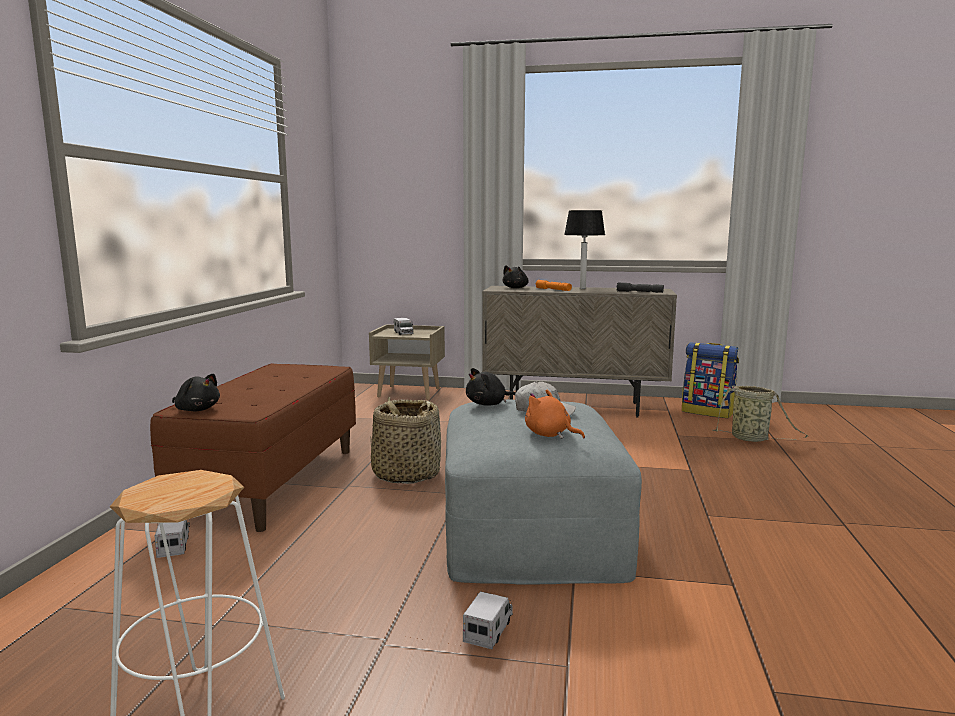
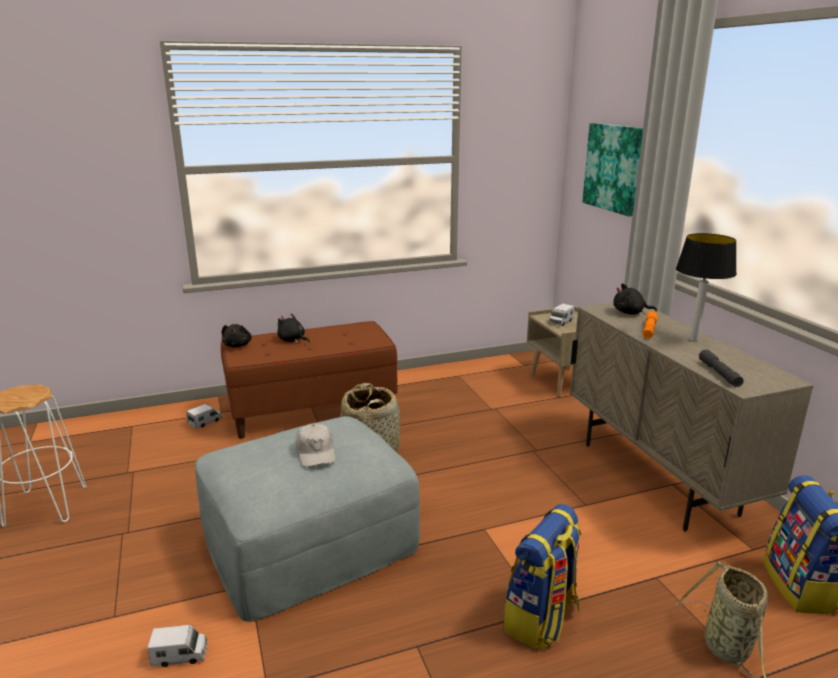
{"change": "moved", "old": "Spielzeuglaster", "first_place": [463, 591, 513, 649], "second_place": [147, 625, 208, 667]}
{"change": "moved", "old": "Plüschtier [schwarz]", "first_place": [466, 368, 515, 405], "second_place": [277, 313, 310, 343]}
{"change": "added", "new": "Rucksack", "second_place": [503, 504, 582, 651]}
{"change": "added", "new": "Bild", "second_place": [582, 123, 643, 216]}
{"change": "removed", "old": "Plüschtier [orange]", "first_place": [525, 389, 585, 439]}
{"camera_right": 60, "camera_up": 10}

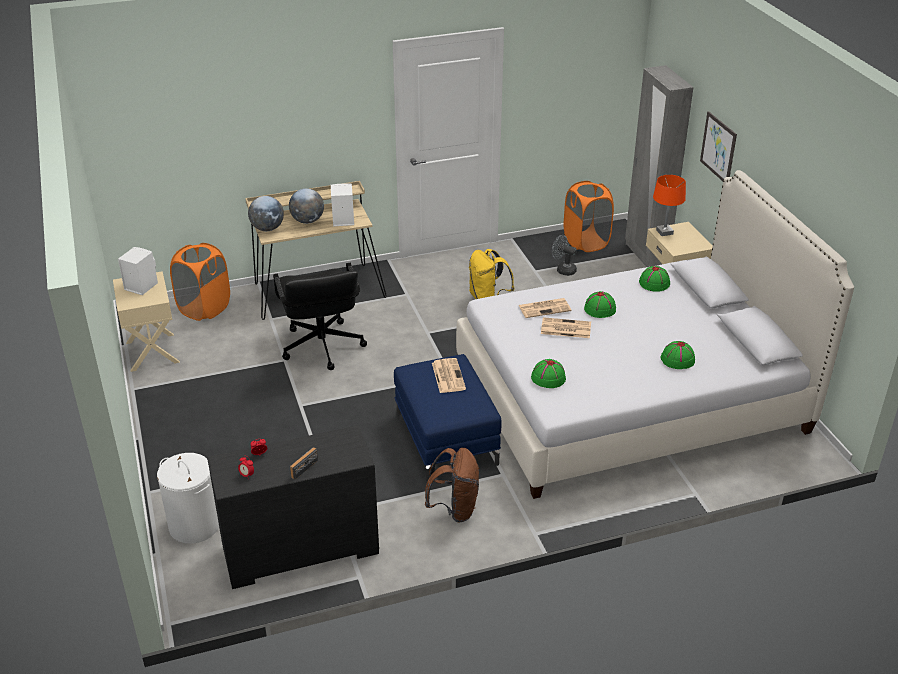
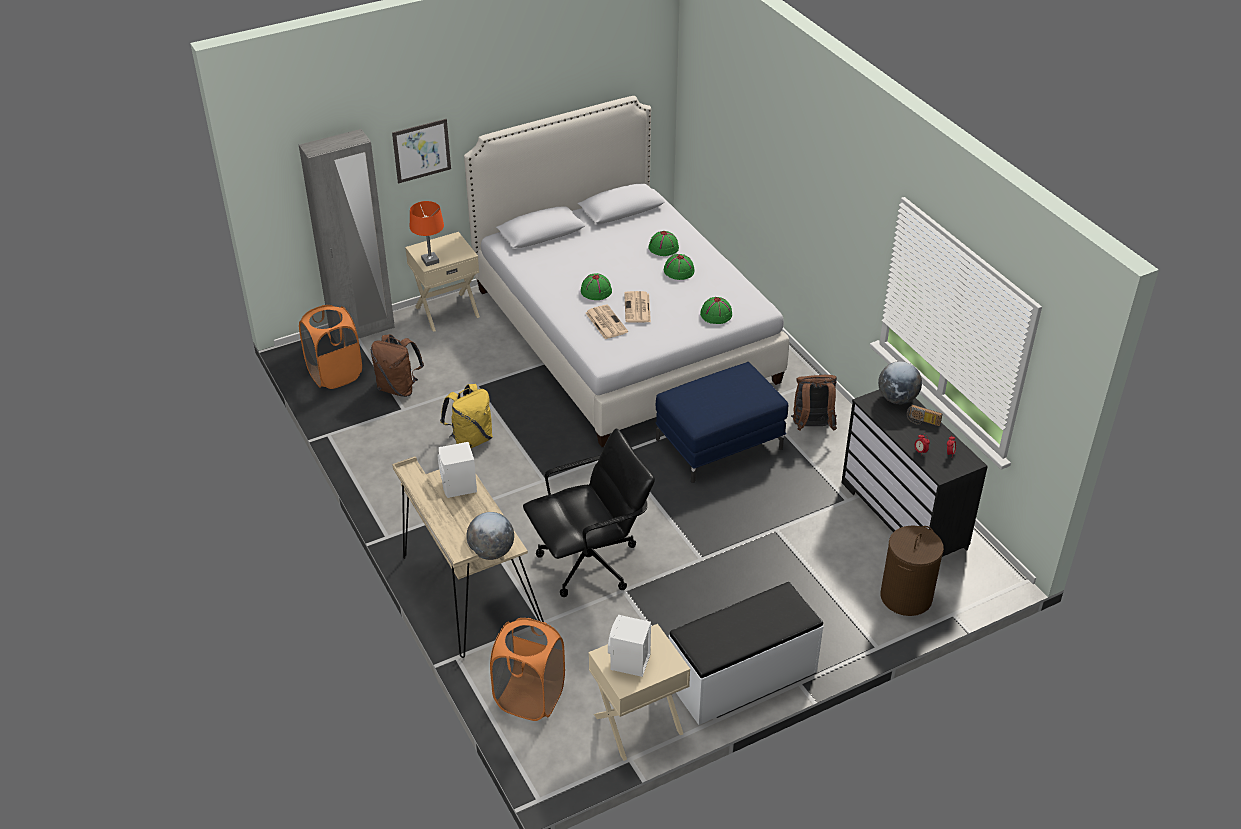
{"change": "replaced", "old": "Ventilator [grau]", "new": "Rucksack [braun]", "first_place": [552, 235, 577, 276], "second_place": [371, 334, 424, 397]}
{"change": "moved", "old": "Hut [grün]", "first_place": [639, 266, 670, 292], "second_place": [664, 254, 695, 280]}
{"change": "added", "new": "Bank [weiß]", "second_place": [669, 582, 824, 725]}
{"change": "moved", "old": "Globus", "first_place": [289, 188, 324, 224], "second_place": [878, 361, 922, 404]}
{"change": "recoloured", "old": "Wäschekorb [weiß]", "new": "Wäschekorb [braun]", "first_place": [157, 453, 219, 544], "second_place": [881, 525, 944, 616]}
{"change": "removed", "old": "Zeitung", "first_place": [432, 358, 466, 393]}
{"camera_right": -100, "camera_up": 5}

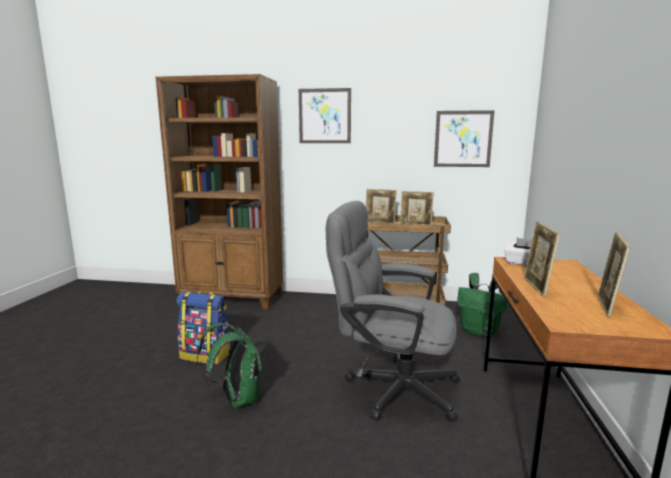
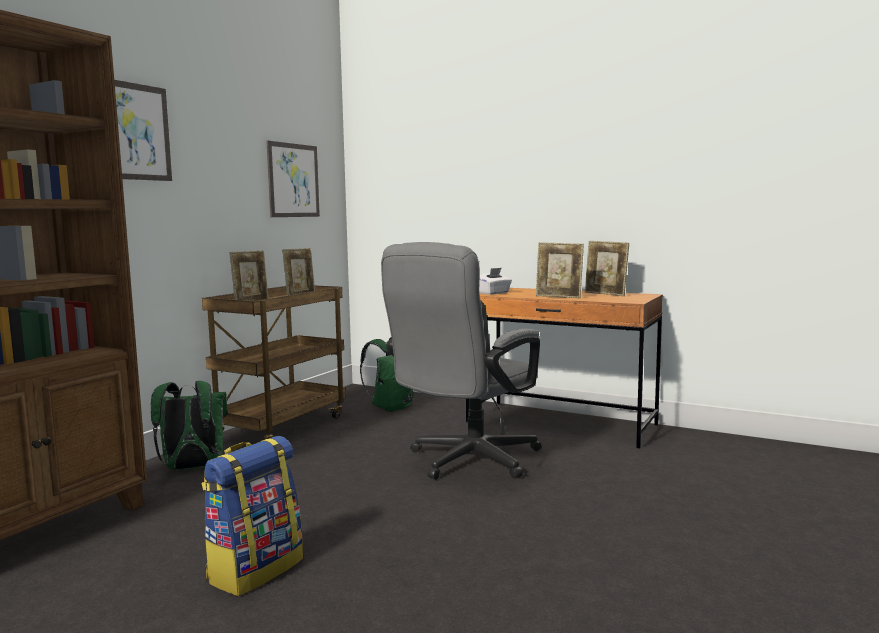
{"change": "moved", "old": "Rucksack [grün]", "first_place": [197, 323, 263, 408], "second_place": [151, 381, 228, 470]}
{"camera_right": -70, "camera_up": -5}

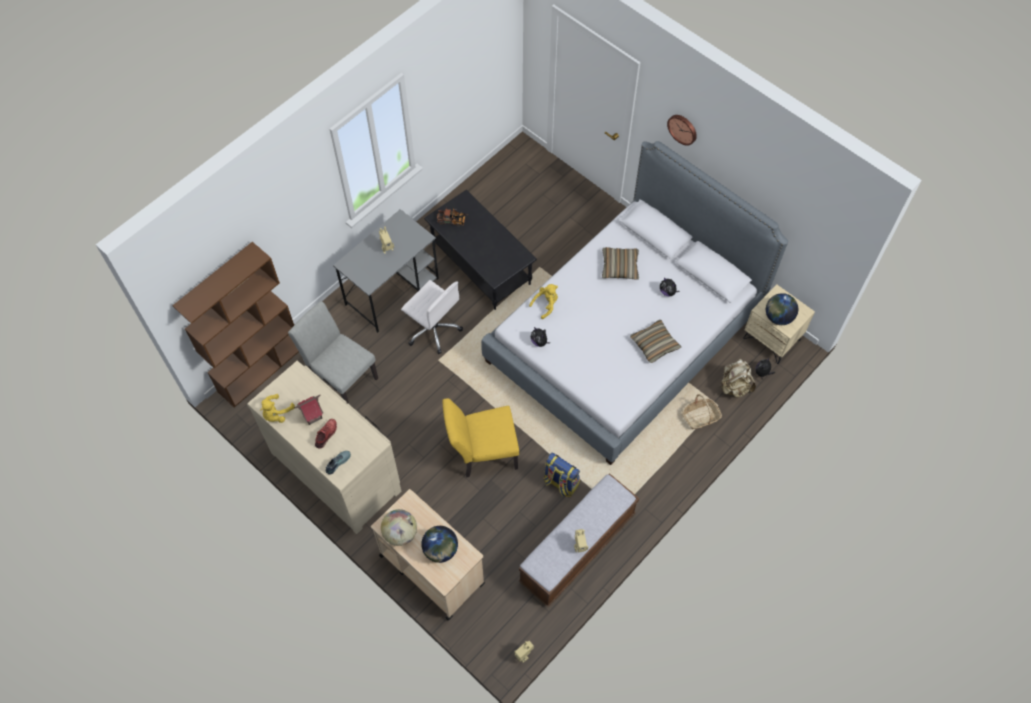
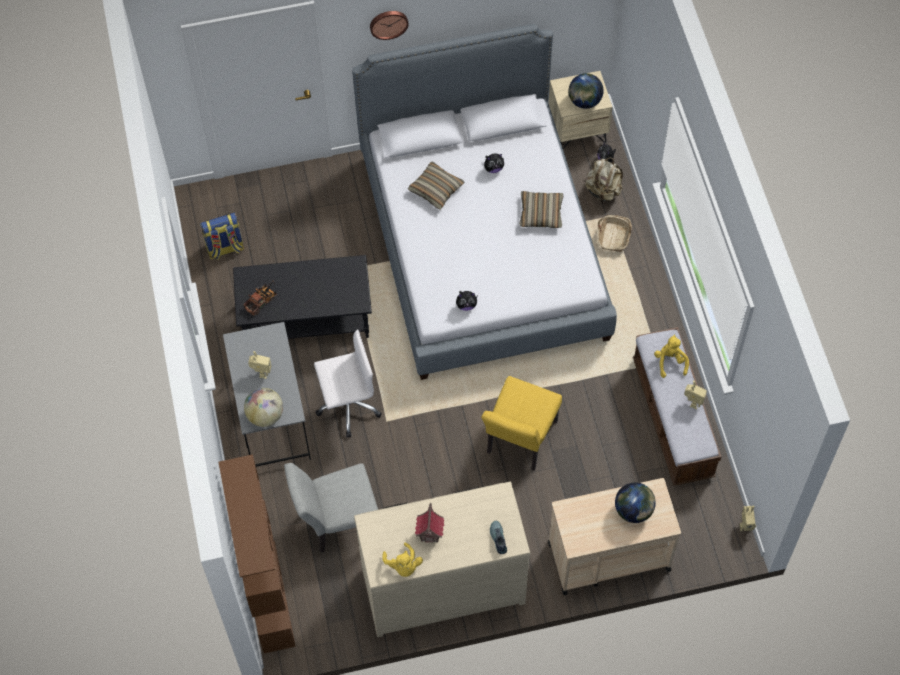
{"change": "moved", "old": "Rucksack", "first_place": [544, 453, 580, 497], "second_place": [200, 213, 244, 260]}
{"change": "moved", "old": "Globus", "first_place": [381, 509, 417, 546], "second_place": [244, 388, 283, 427]}
{"change": "moved", "old": "Plüschtier [gelb]", "first_place": [529, 284, 558, 319], "second_place": [654, 335, 689, 378]}
{"change": "removed", "old": "Schuh [rot]", "first_place": [315, 419, 337, 449]}
{"camera_right": -55, "camera_up": 0}

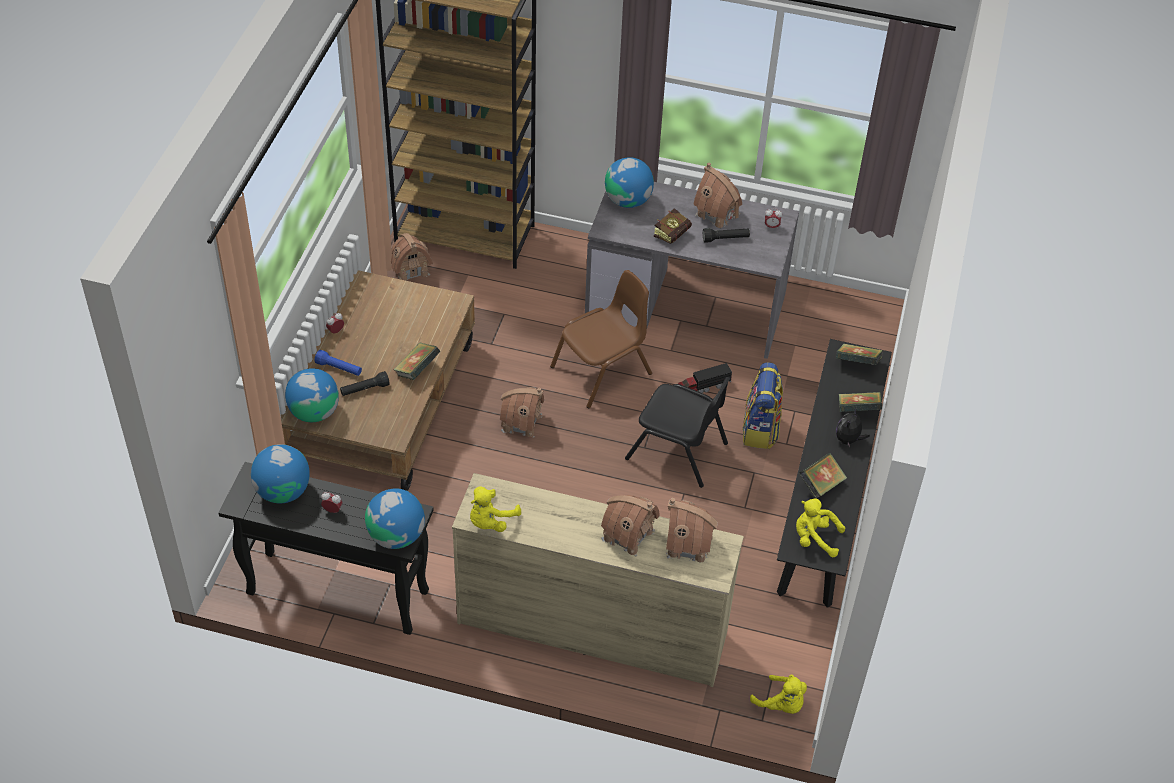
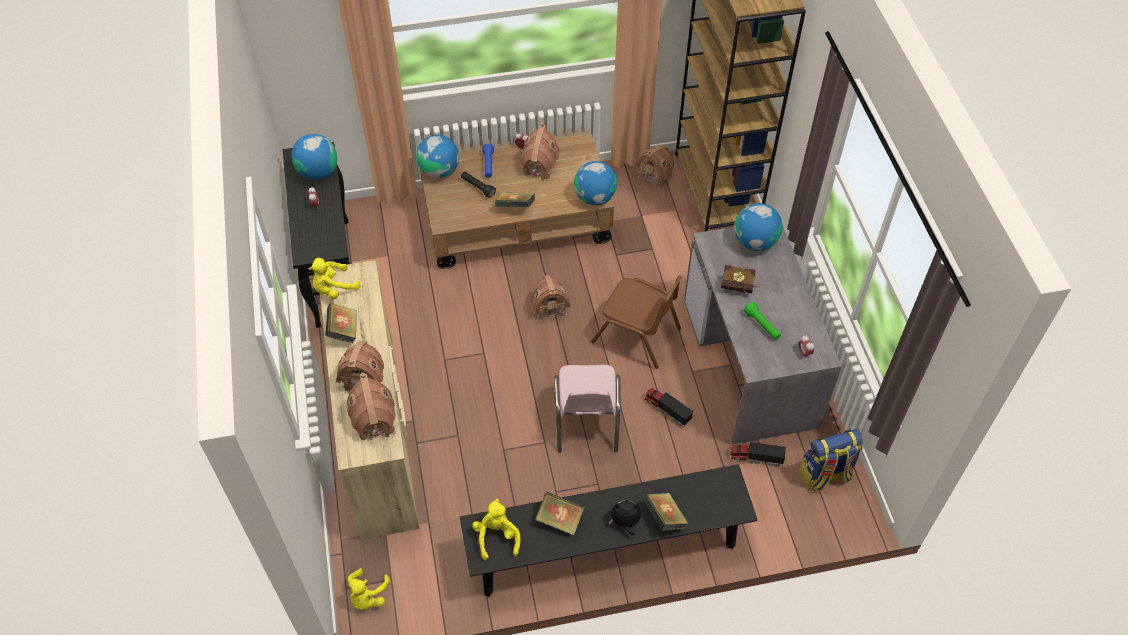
{"change": "turned", "old": "Plüschtier [gelb]", "first_place": [470, 486, 521, 532], "second_place": [308, 258, 360, 299], "degrees": -45}
{"change": "moved", "old": "Buch", "first_place": [836, 344, 883, 365], "second_place": [325, 303, 357, 343]}
{"change": "moved", "old": "Spielzeughaus", "first_place": [693, 163, 742, 228], "second_place": [521, 122, 560, 181]}
{"change": "recoloured", "old": "Stuhl [schwarz]", "new": "Stuhl [rosa]", "first_place": [625, 376, 731, 488], "second_place": [554, 365, 620, 453]}
{"change": "moved", "old": "Globus", "first_place": [365, 489, 425, 549], "second_place": [574, 161, 617, 205]}
{"change": "added", "new": "Spielzeuglaster", "second_place": [729, 442, 786, 467]}
{"change": "recoloured", "old": "Taschenlampe [schwarz]", "new": "Taschenlampe [grün]", "first_place": [703, 228, 750, 243], "second_place": [744, 302, 781, 340]}
{"change": "moved", "old": "Rucksack", "first_place": [742, 362, 783, 449], "second_place": [799, 429, 863, 492]}
{"camera_right": 65, "camera_up": 5}

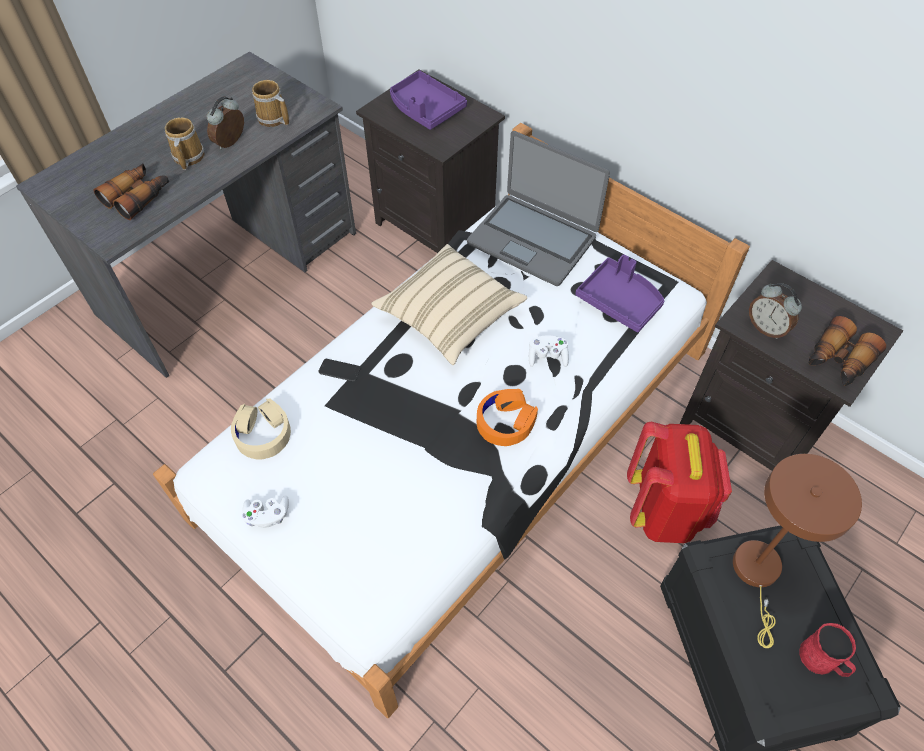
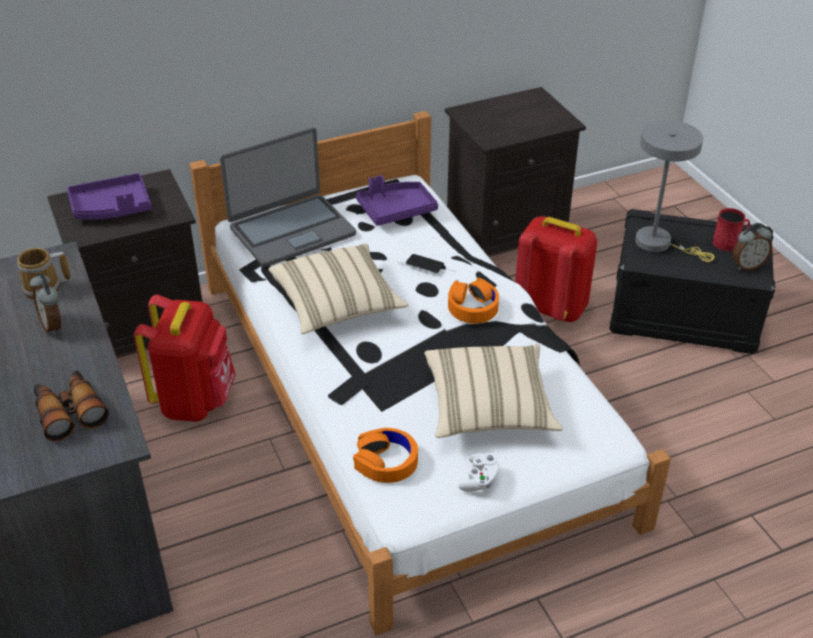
{"change": "added", "new": "Rucksack [rot]", "second_place": [134, 294, 236, 422]}
{"change": "recoloured", "old": "Kopfhörer [beige]", "new": "Kopfhörer [orange]", "first_place": [231, 399, 291, 460], "second_place": [353, 428, 418, 483]}
{"change": "replaced", "old": "Gamepad [weiß]", "new": "Handy", "first_place": [529, 336, 569, 367], "second_place": [406, 254, 444, 273]}
{"change": "added", "new": "Kissen [beige]", "second_place": [424, 344, 563, 438]}
{"change": "recoloured", "old": "Tischlampe [braun]", "new": "Tischlampe [grau]", "first_place": [733, 454, 862, 648], "second_place": [635, 120, 714, 262]}
{"change": "moved", "old": "Wecker", "first_place": [749, 283, 802, 339], "second_place": [733, 223, 772, 270]}
{"change": "removed", "old": "Henkelbecher", "first_place": [165, 117, 205, 170]}
{"change": "removed", "old": "Fernglas", "first_place": [809, 316, 886, 386]}
{"camera_right": -65, "camera_up": -15}

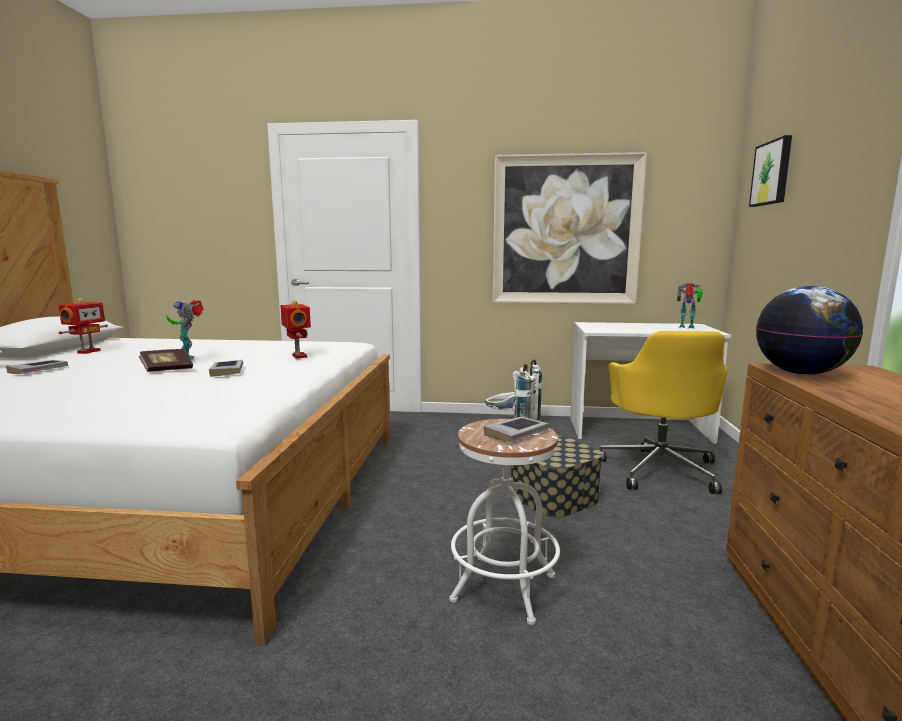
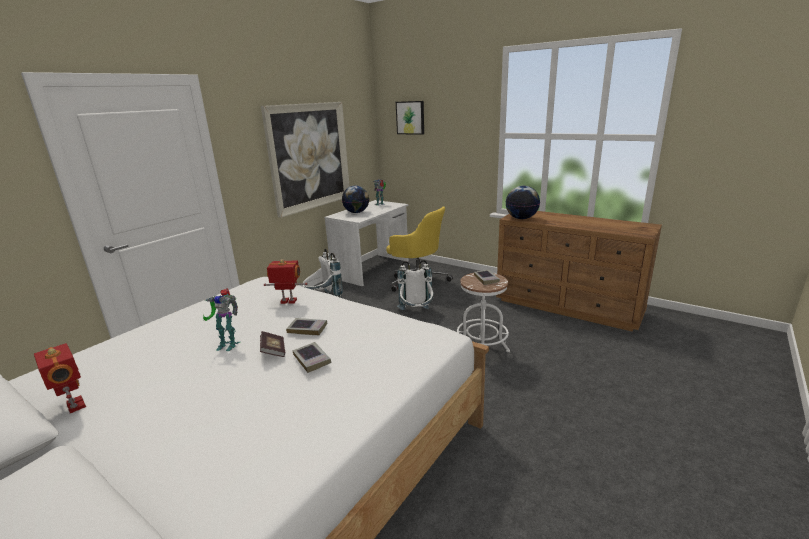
{"change": "moved", "old": "Buch", "first_place": [6, 360, 68, 374], "second_place": [292, 342, 331, 373]}
{"change": "added", "new": "Globus", "second_place": [342, 186, 369, 213]}
{"change": "replaced", "old": "Aufbewahrungsbox", "new": "Rucksack [weiß]", "first_place": [511, 435, 603, 517], "second_place": [397, 260, 434, 311]}
{"camera_right": -60, "camera_up": 10}

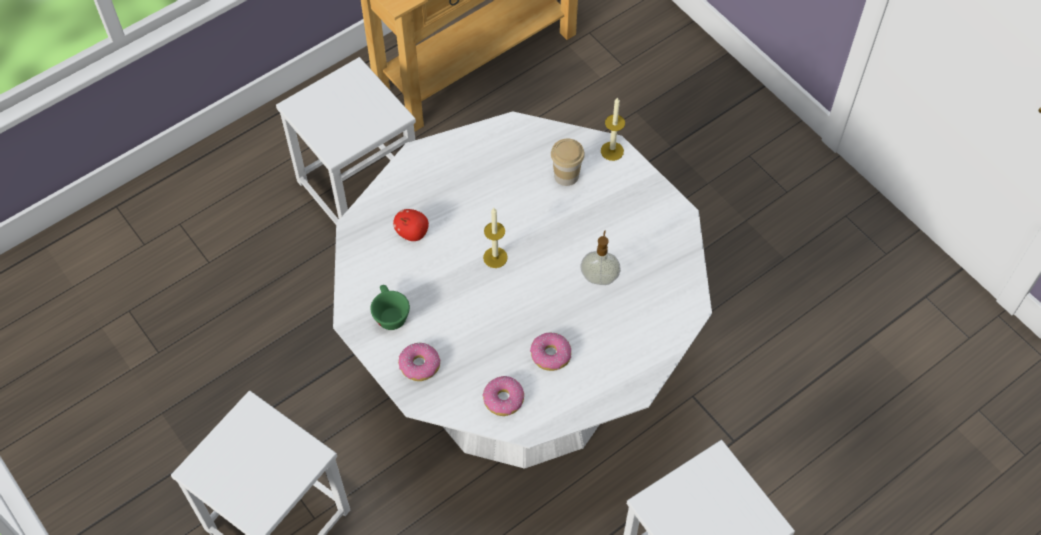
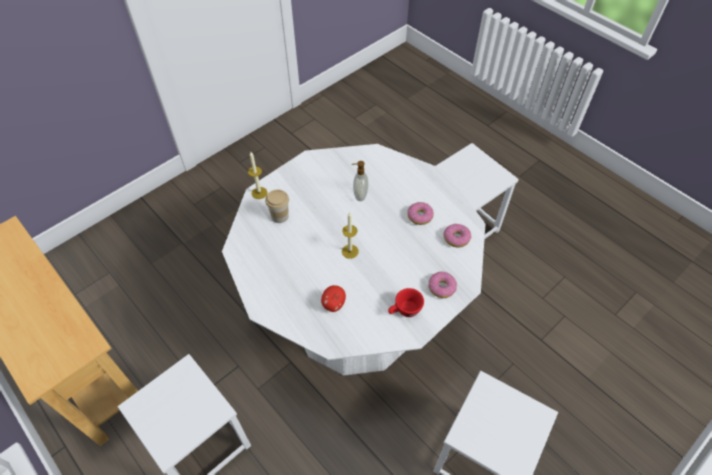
{"change": "recoloured", "old": "Tasse [grün]", "new": "Tasse [rot]", "first_place": [370, 285, 410, 330], "second_place": [388, 288, 424, 317]}
{"camera_right": -95, "camera_up": -5}

